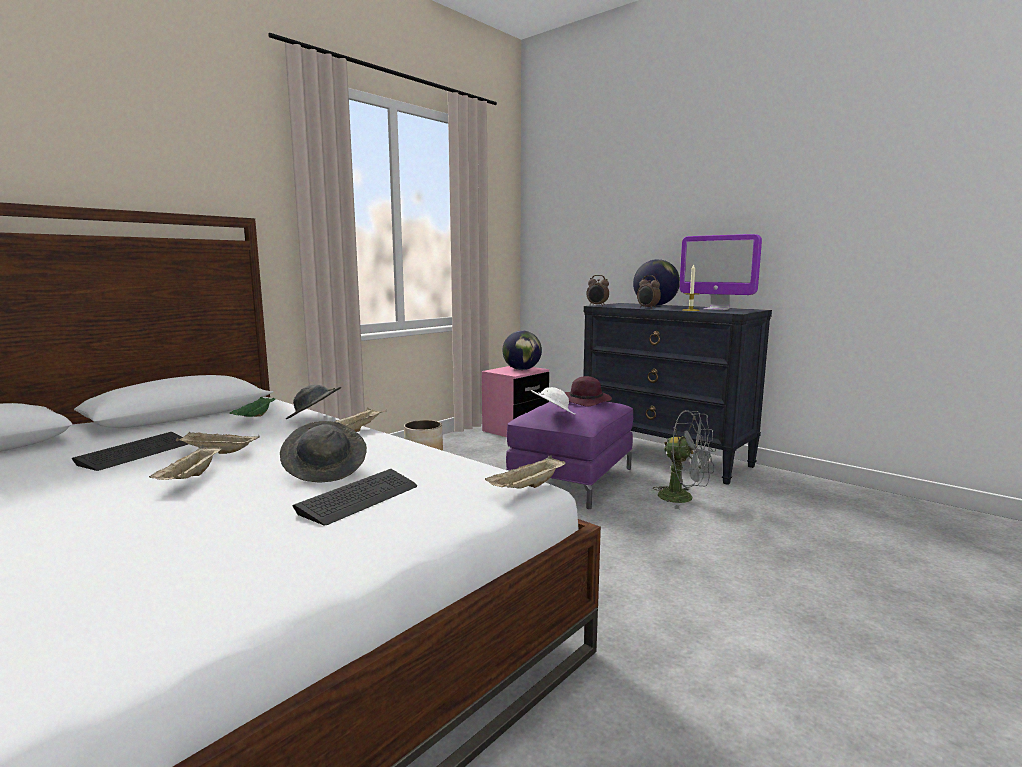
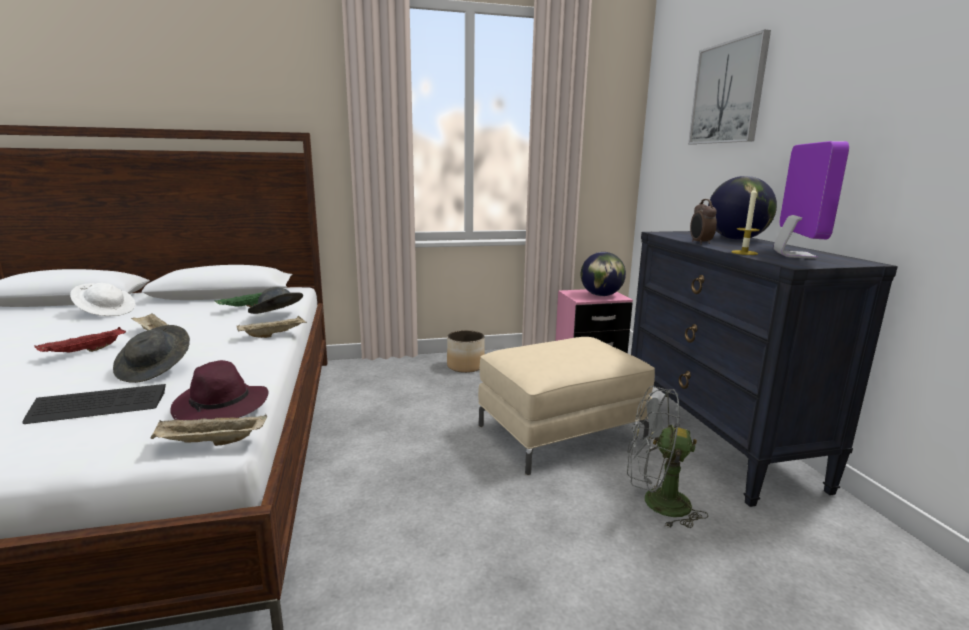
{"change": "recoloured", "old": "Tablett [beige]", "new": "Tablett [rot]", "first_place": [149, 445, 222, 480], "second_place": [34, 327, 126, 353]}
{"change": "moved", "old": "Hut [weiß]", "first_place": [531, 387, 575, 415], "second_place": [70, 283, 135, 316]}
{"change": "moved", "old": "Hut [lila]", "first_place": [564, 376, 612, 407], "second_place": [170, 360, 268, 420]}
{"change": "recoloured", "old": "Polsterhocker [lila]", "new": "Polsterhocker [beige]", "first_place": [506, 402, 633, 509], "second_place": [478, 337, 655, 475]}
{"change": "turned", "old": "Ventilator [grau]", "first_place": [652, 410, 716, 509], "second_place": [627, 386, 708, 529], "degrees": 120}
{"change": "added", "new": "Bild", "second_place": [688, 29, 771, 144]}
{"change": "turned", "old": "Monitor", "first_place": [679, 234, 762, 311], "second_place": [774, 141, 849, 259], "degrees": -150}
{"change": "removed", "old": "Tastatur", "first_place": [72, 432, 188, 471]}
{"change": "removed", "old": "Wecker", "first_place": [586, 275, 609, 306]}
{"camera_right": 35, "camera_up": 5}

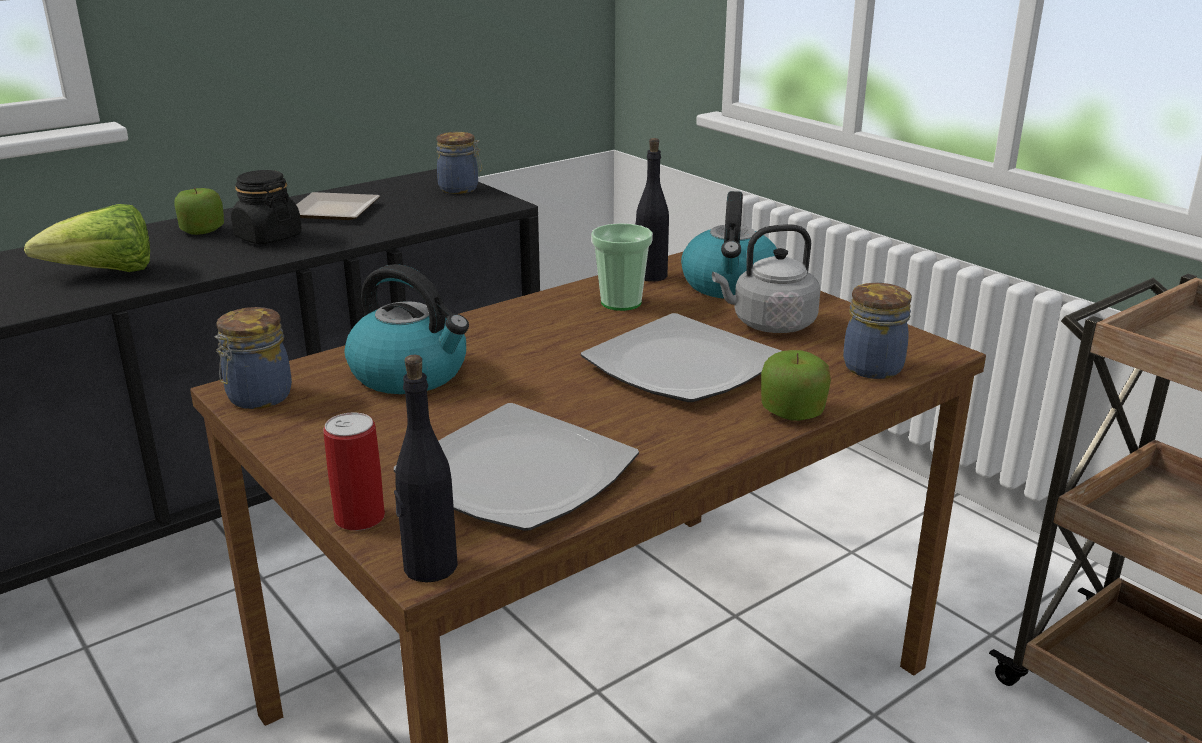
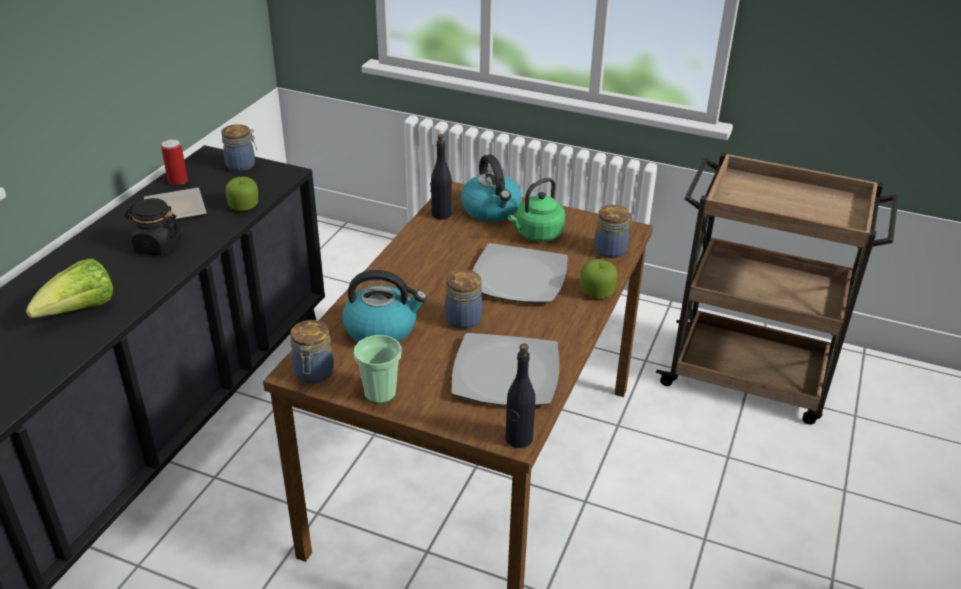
{"change": "moved", "old": "Dose", "first_place": [323, 412, 385, 531], "second_place": [161, 139, 188, 185]}
{"change": "moved", "old": "Apfel", "first_place": [175, 188, 224, 235], "second_place": [226, 177, 258, 211]}
{"change": "moved", "old": "Tasse", "first_place": [591, 223, 653, 311], "second_place": [354, 335, 401, 404]}
{"change": "added", "new": "Vorratsglas", "second_place": [445, 270, 482, 329]}
{"change": "recoloured", "old": "Wasserkessel [grau]", "new": "Wasserkessel [grün]", "first_place": [712, 224, 820, 333], "second_place": [508, 178, 565, 242]}
{"camera_right": -30, "camera_up": 10}

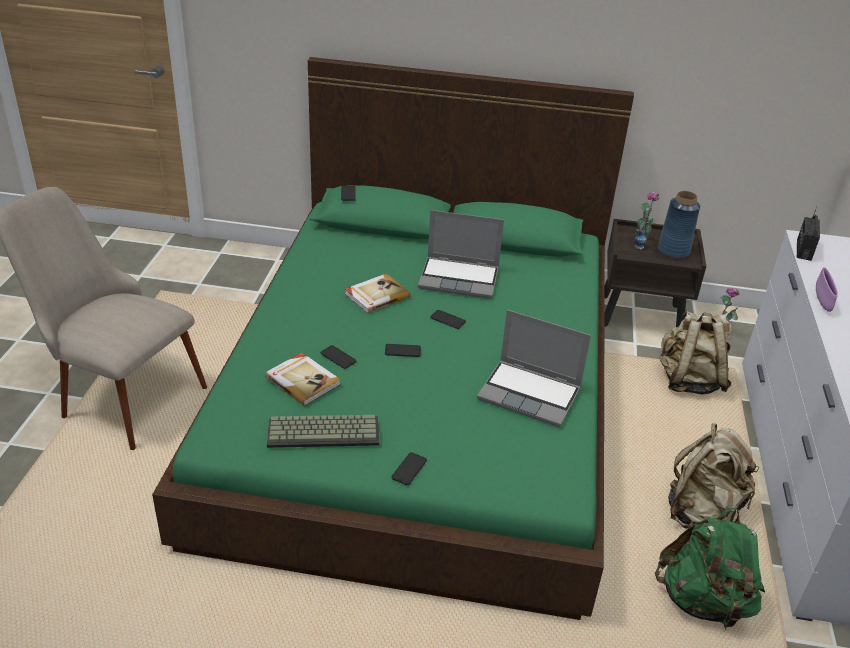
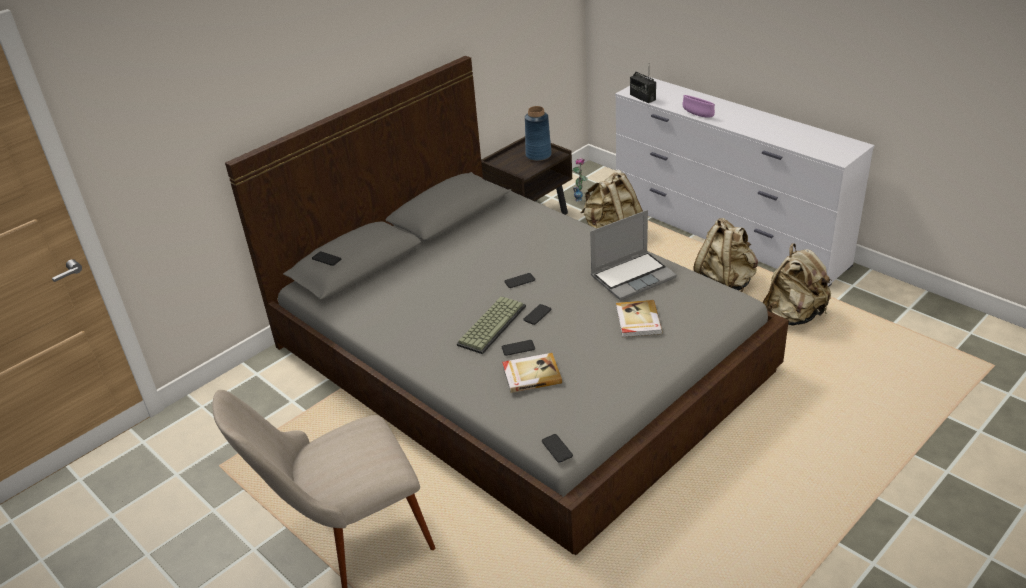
{"change": "recoloured", "old": "Bett [grün]", "new": "Bett [grau]", "first_place": [152, 57, 634, 620], "second_place": [225, 56, 789, 555]}
{"change": "moved", "old": "Tastatur", "first_place": [267, 415, 380, 448], "second_place": [457, 296, 526, 354]}
{"change": "moved", "old": "Handy", "first_place": [391, 452, 427, 485], "second_place": [542, 434, 573, 463]}
{"change": "moved", "old": "Buch", "first_place": [345, 273, 411, 314], "second_place": [616, 300, 663, 338]}
{"change": "recoloured", "old": "Rucksack [grün]", "new": "Rucksack [beige]", "first_place": [655, 508, 765, 630], "second_place": [762, 243, 832, 325]}
{"change": "removed", "old": "Laptop", "first_place": [418, 210, 504, 299]}
{"change": "removed", "old": "Vase", "first_place": [635, 192, 660, 249]}
{"camera_right": -50, "camera_up": 0}

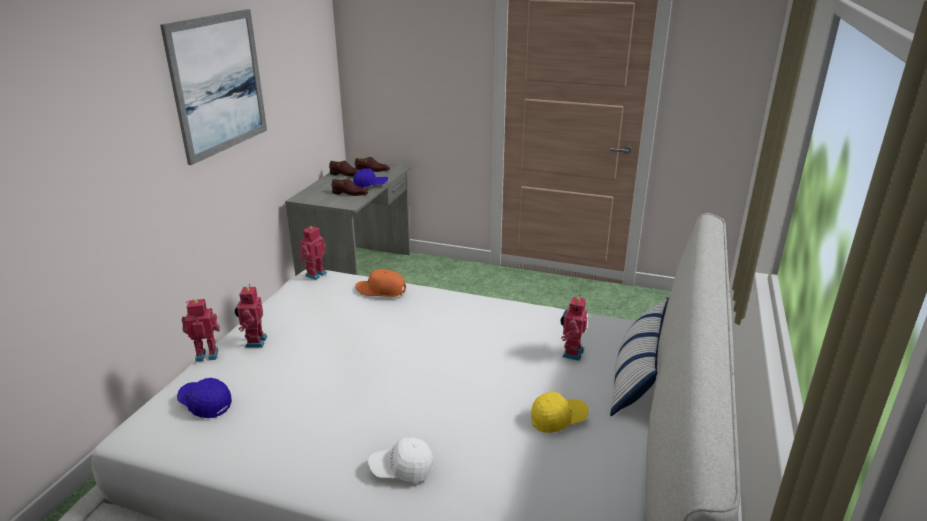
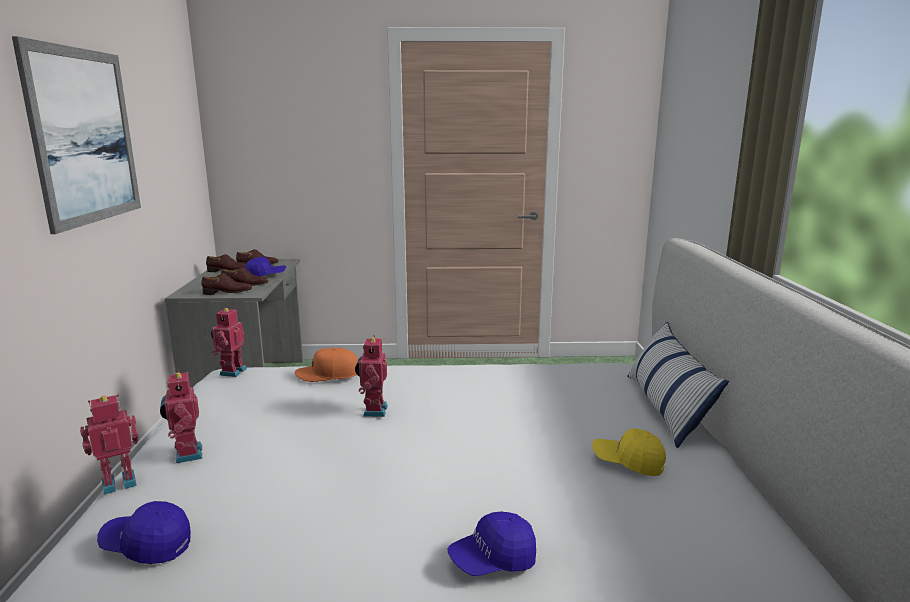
{"change": "added", "new": "Schuh [braun]", "second_place": [201, 273, 252, 295]}
{"change": "moved", "old": "Spielzeugroboter", "first_place": [560, 295, 587, 361], "second_place": [355, 335, 388, 417]}
{"change": "recoloured", "old": "Kappe [weiß]", "new": "Kappe [blau]", "first_place": [368, 437, 434, 482], "second_place": [448, 512, 536, 576]}
{"change": "turned", "old": "Kappe [gelb]", "first_place": [531, 392, 589, 433], "second_place": [592, 428, 666, 476], "degrees": -120}
{"camera_right": -20, "camera_up": -10}

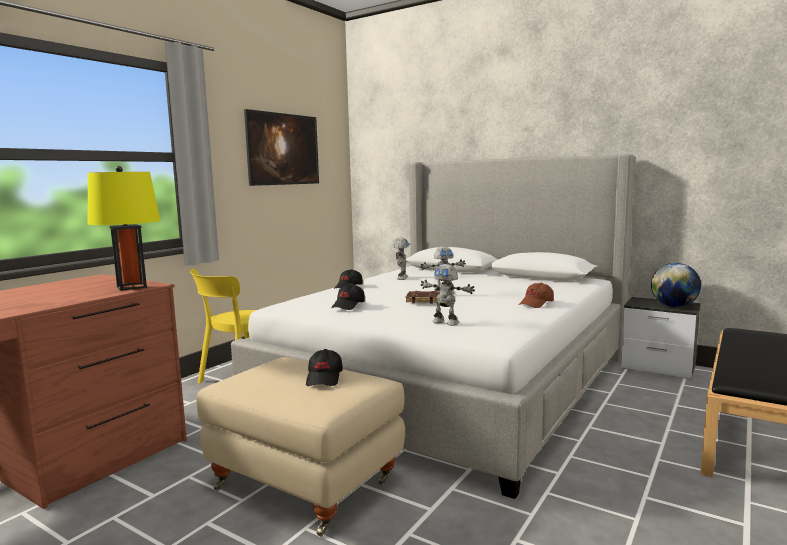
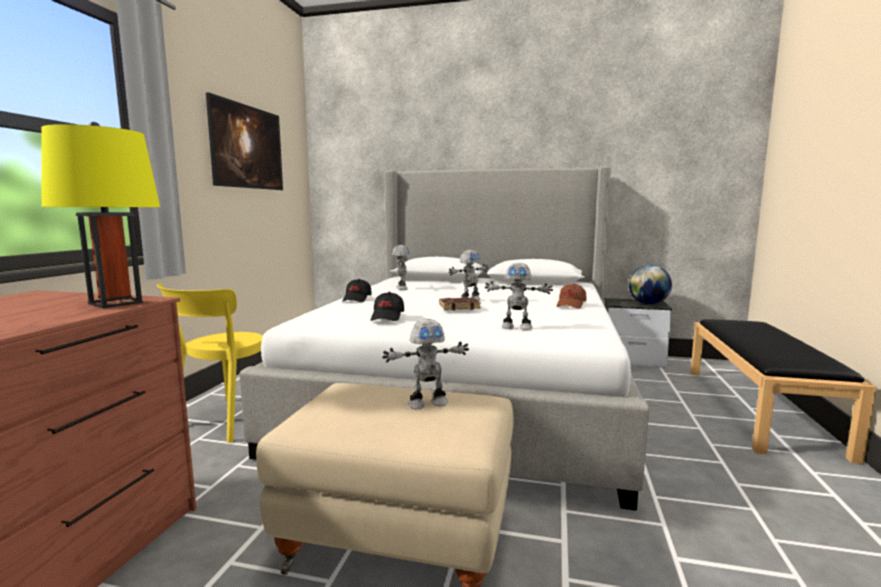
{"change": "replaced", "old": "Kappe [schwarz]", "new": "Spielzeugroboter", "first_place": [306, 349, 343, 386], "second_place": [382, 319, 469, 409]}
{"camera_right": -20, "camera_up": 0}

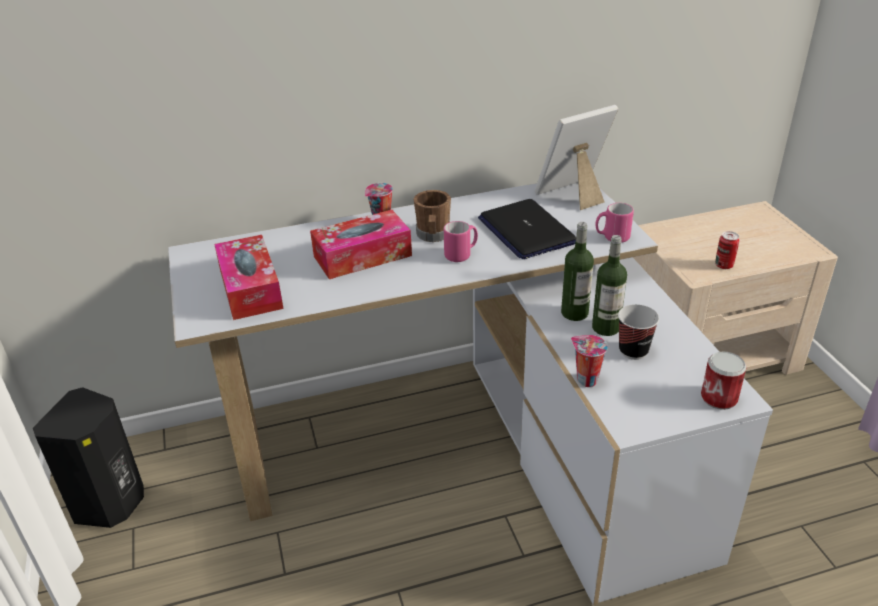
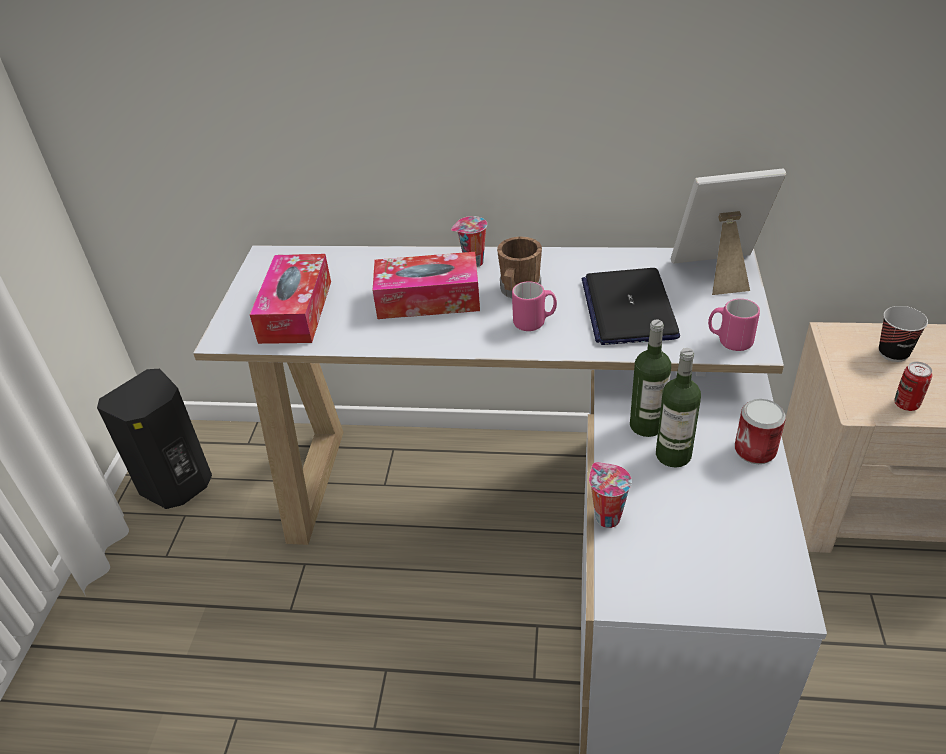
{"change": "moved", "old": "Dose", "first_place": [701, 352, 747, 410], "second_place": [735, 399, 786, 464]}
{"change": "moved", "old": "Tasse", "first_place": [618, 304, 659, 360], "second_place": [879, 306, 928, 362]}
{"camera_right": 25, "camera_up": 5}

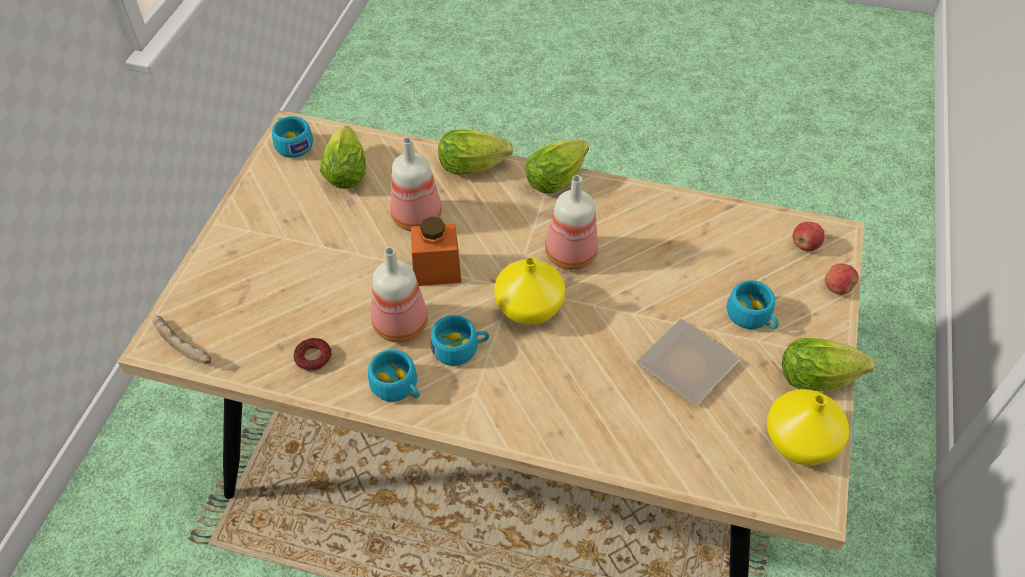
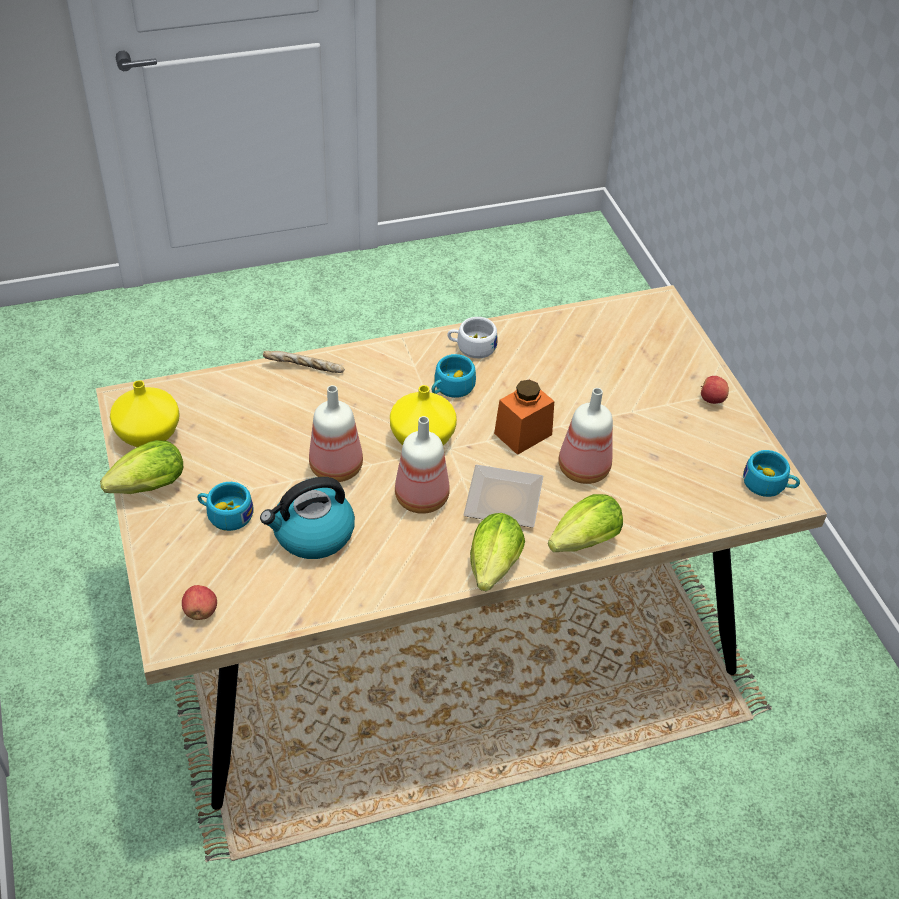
{"change": "added", "new": "Wasserkessel", "second_place": [260, 477, 355, 559]}
{"change": "moved", "old": "Brot", "first_place": [152, 315, 211, 364], "second_place": [263, 351, 345, 373]}
{"change": "moved", "old": "Flasche", "first_place": [371, 247, 428, 343], "second_place": [309, 385, 363, 482]}
{"change": "recoloured", "old": "Tasse [türkis]", "new": "Tasse [weiß]", "first_place": [368, 349, 420, 402], "second_place": [447, 317, 497, 358]}
{"change": "moved", "old": "Teller", "first_place": [637, 319, 740, 405], "second_place": [464, 464, 543, 528]}
{"change": "moved", "old": "Apfel", "first_place": [824, 263, 858, 295], "second_place": [701, 376, 729, 404]}
{"change": "removed", "old": "Donut", "first_place": [294, 338, 332, 372]}
{"change": "removed", "old": "Salatkopf", "first_place": [320, 126, 366, 189]}
{"camera_right": 145, "camera_up": -5}

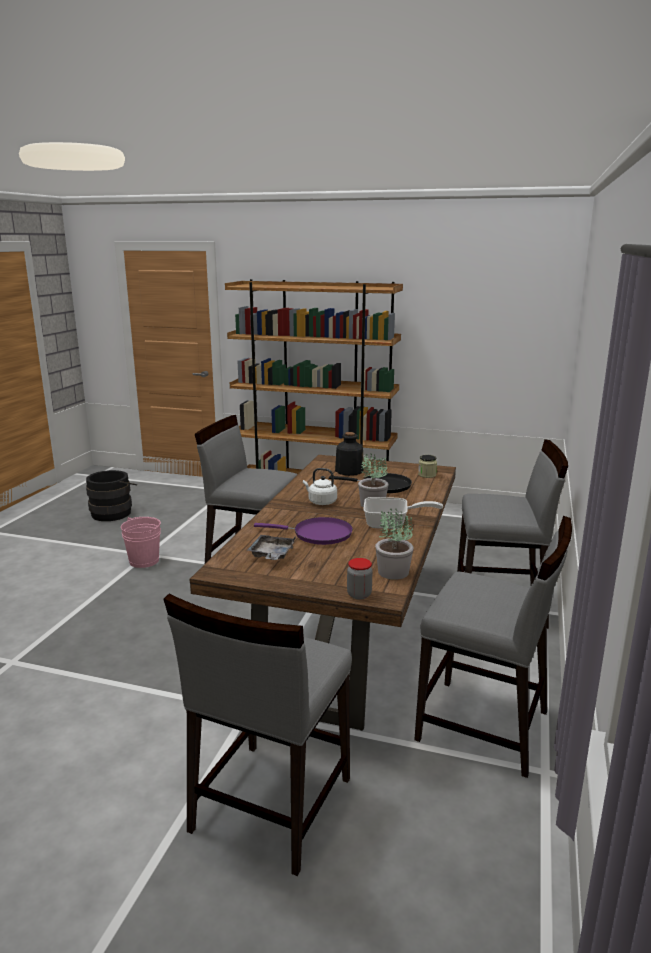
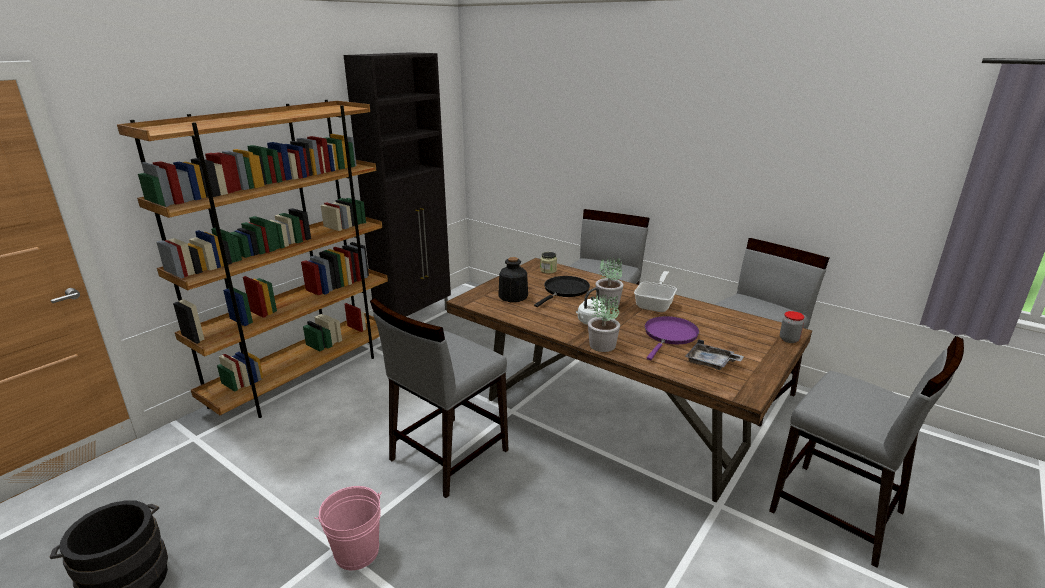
{"change": "added", "new": "Schrank [schwarz]", "second_place": [344, 52, 451, 316]}
{"change": "moved", "old": "Topfpflanze", "first_place": [375, 509, 413, 580], "second_place": [588, 294, 620, 352]}
{"camera_right": -70, "camera_up": 5}

